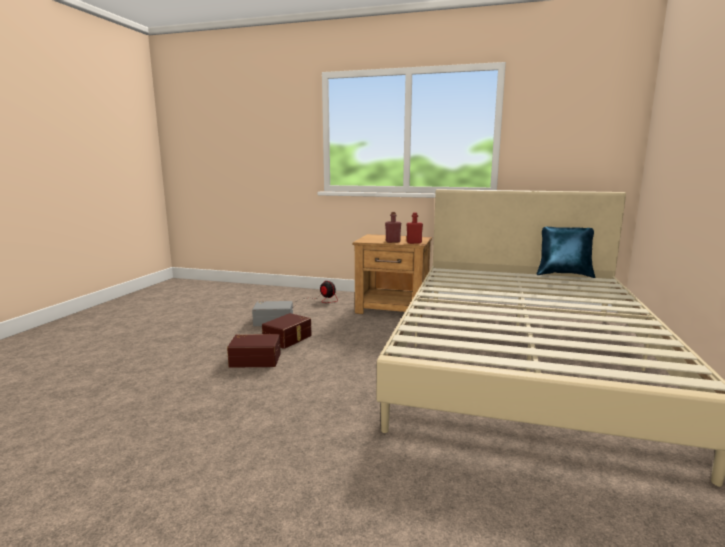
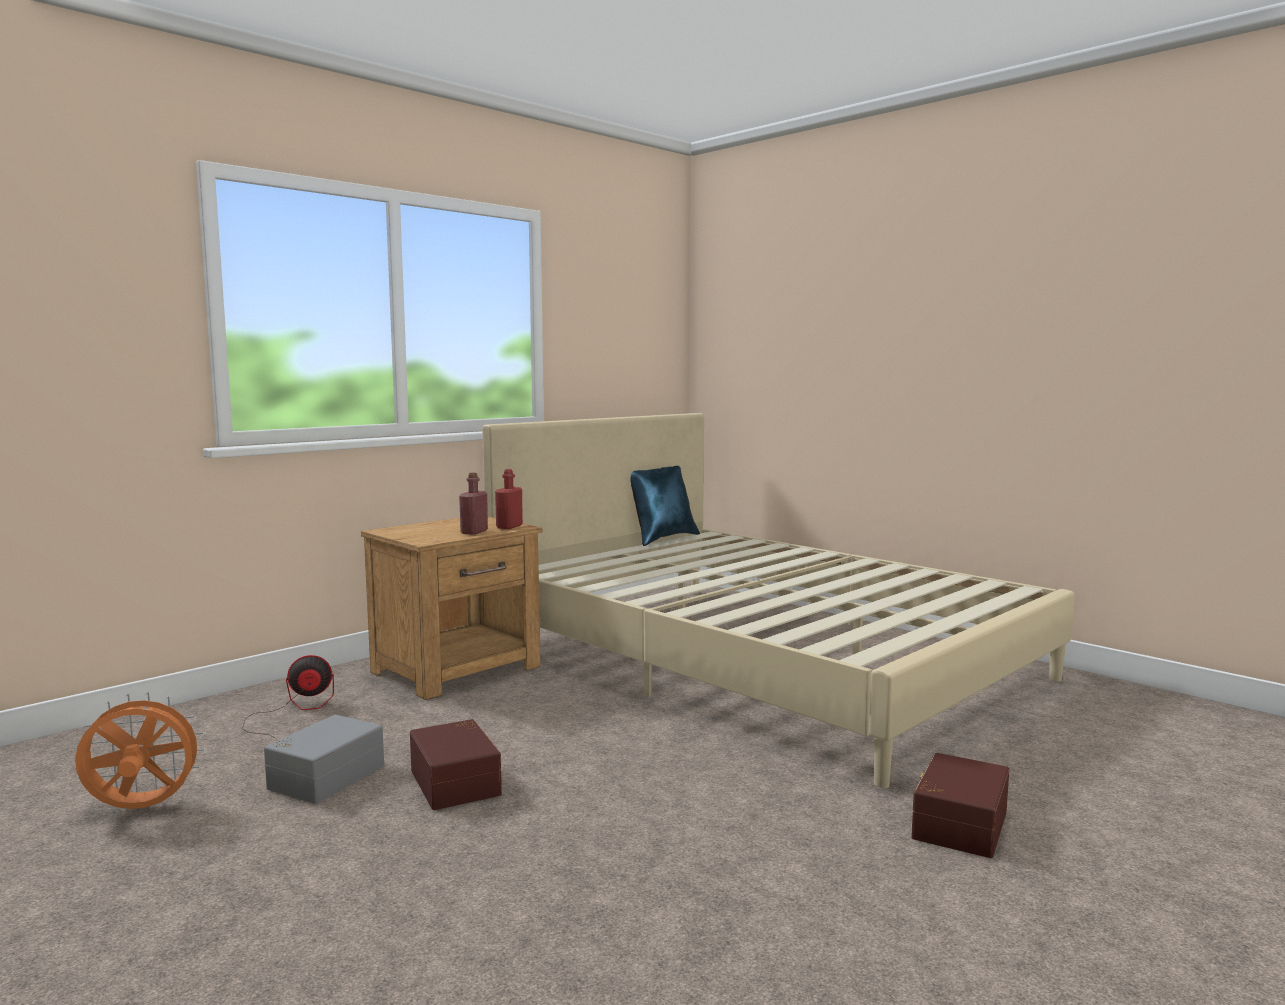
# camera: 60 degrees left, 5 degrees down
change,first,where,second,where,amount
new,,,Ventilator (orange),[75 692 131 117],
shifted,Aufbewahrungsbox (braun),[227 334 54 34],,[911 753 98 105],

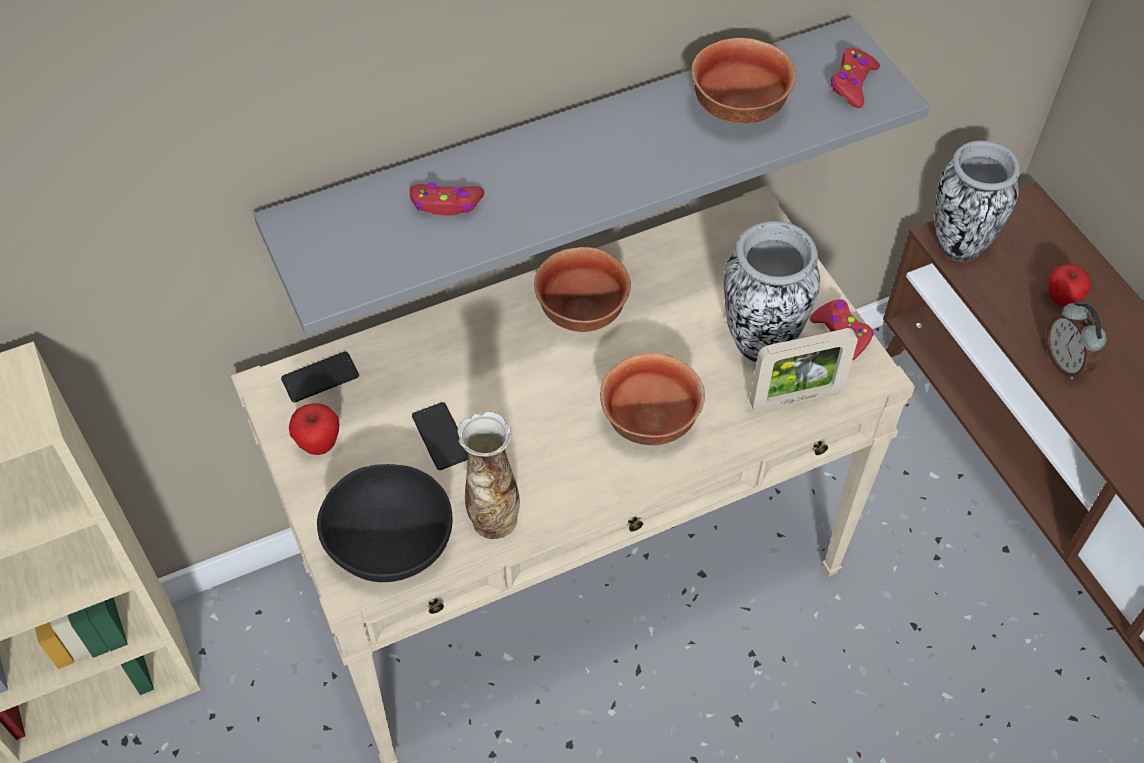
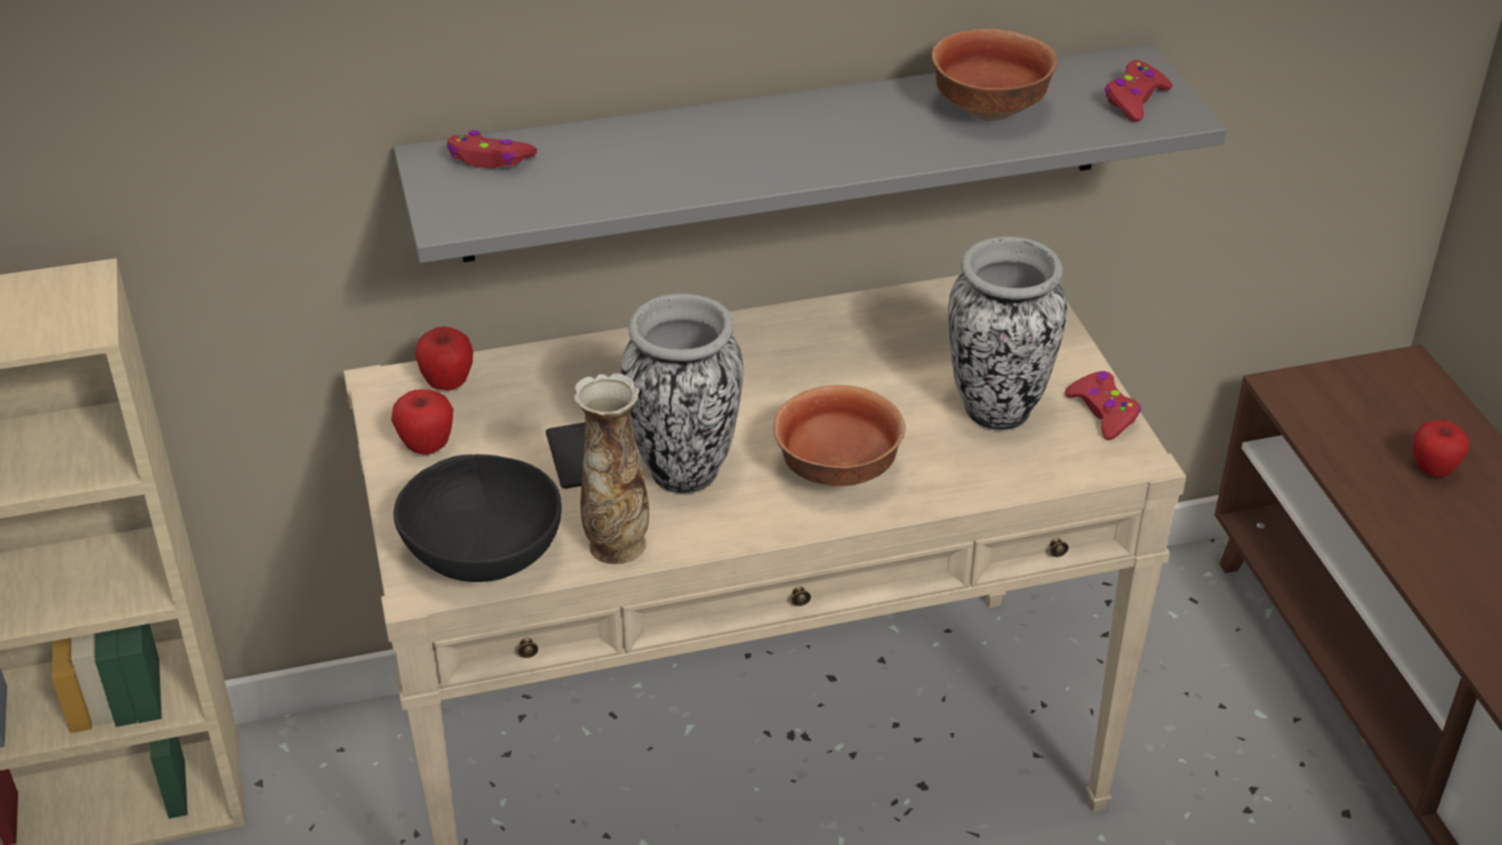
# camera: 10 degrees right, 15 degrees down
change,first,where,second,where,amount
gone,Schüssel,[534 247 97 85],,,
gone,Bilderrahmen,[750 328 108 83],,,
gone,Wecker,[1046 301 61 79],,,
shifted,Gamepad (rot),[410 182 74 33],,[447 130 90 39],
shifted,Vase,[935 140 86 122],,[621 294 123 200],
swapped,Handy,[281 352 78 51],Apfel,[415 327 58 63],

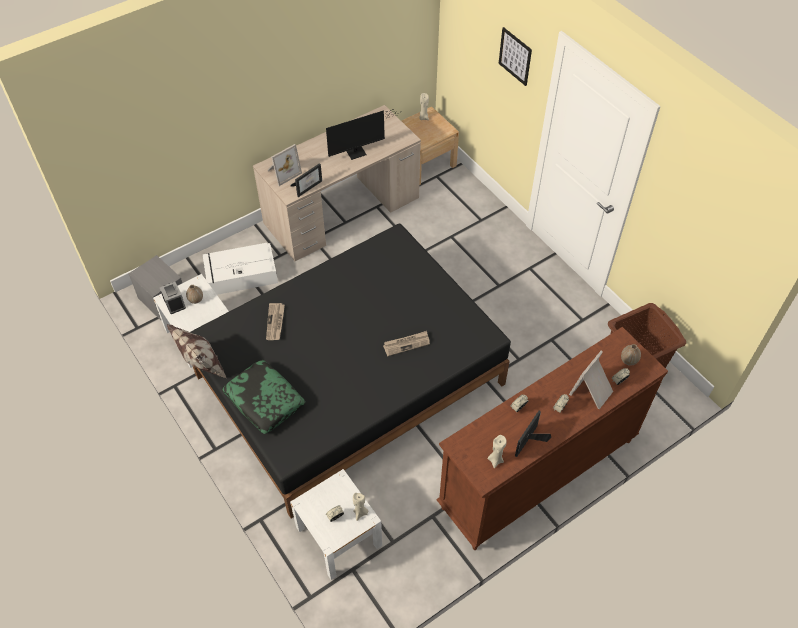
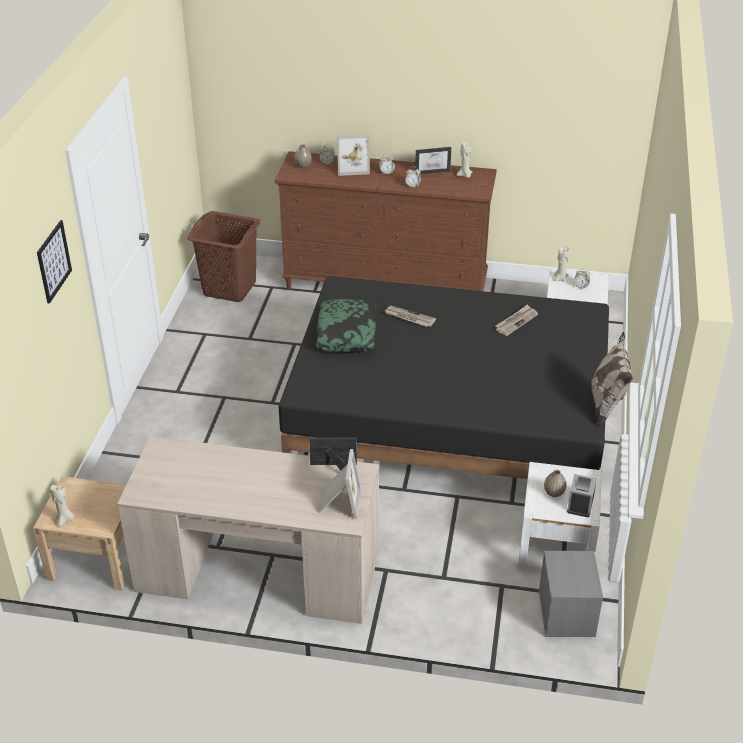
# camera: 135 degrees left, 15 degrees down
change,first,where,second,where,amount
gone,Aufbewahrungsbox (weiß),[202 243 76 52],,,
gone,Monitor,[326 109 76 51],,,
shifted,Kissen,[222 360 83 74],,[316 299 60 54],
shifted,Zeitung,[266 303 19 37],,[495 305 43 31],
rotated,Bilderrahmen,[267 144 35 42],,[318 449 43 70],90 degrees clockwise

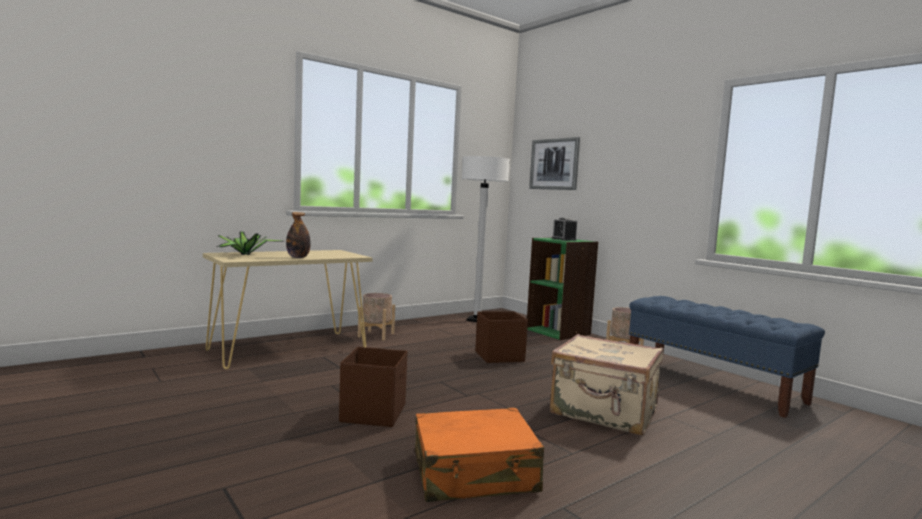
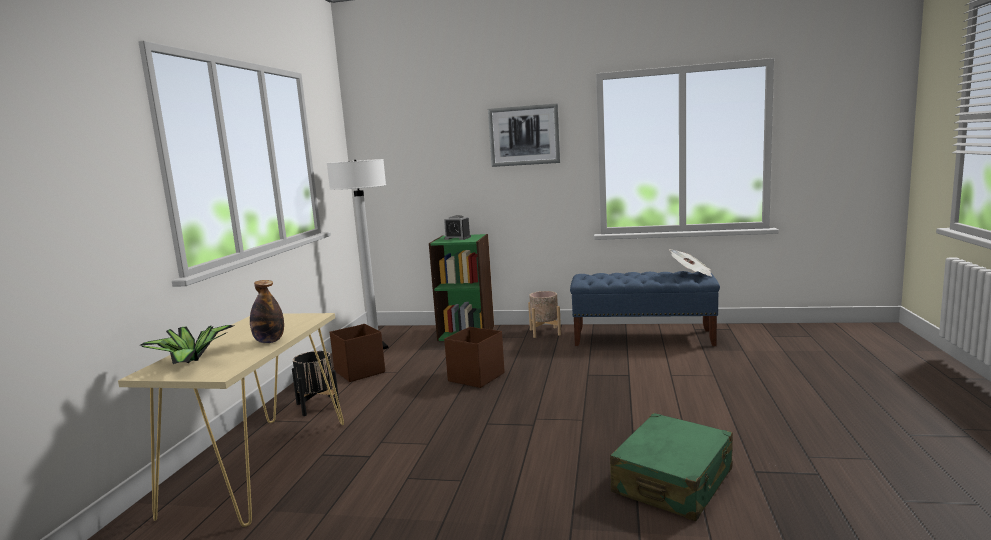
# camera: 40 degrees left, 5 degrees up
change,first,where,second,where,amount
gone,Koffer (beige),[550 334 113 102],,,
new,,,Zeitung,[669 249 43 28],
shifted,Aufbewahrungsbox (braun),[339 347 69 80],,[330 324 55 58],
shifted,Bild,[529 137 51 53],,[488 103 72 64],
repainted,Pflanzkübel (beige),[358 293 37 47],Pflanzkübel (schwarz),[292 351 47 65],
repainted,Koffer (orange),[415 408 129 94],Koffer (grün),[610 413 123 108],

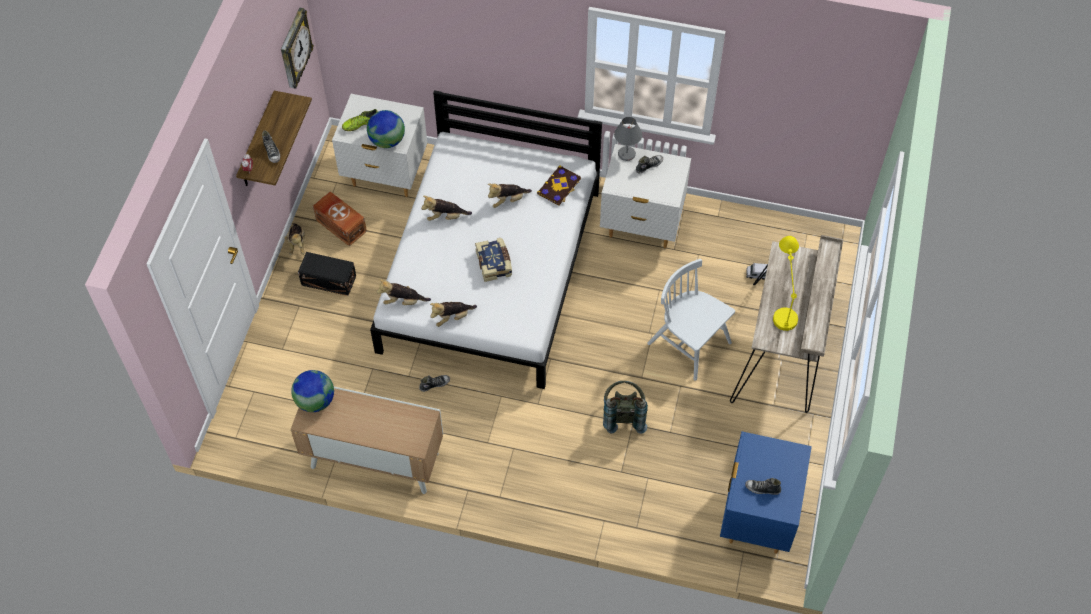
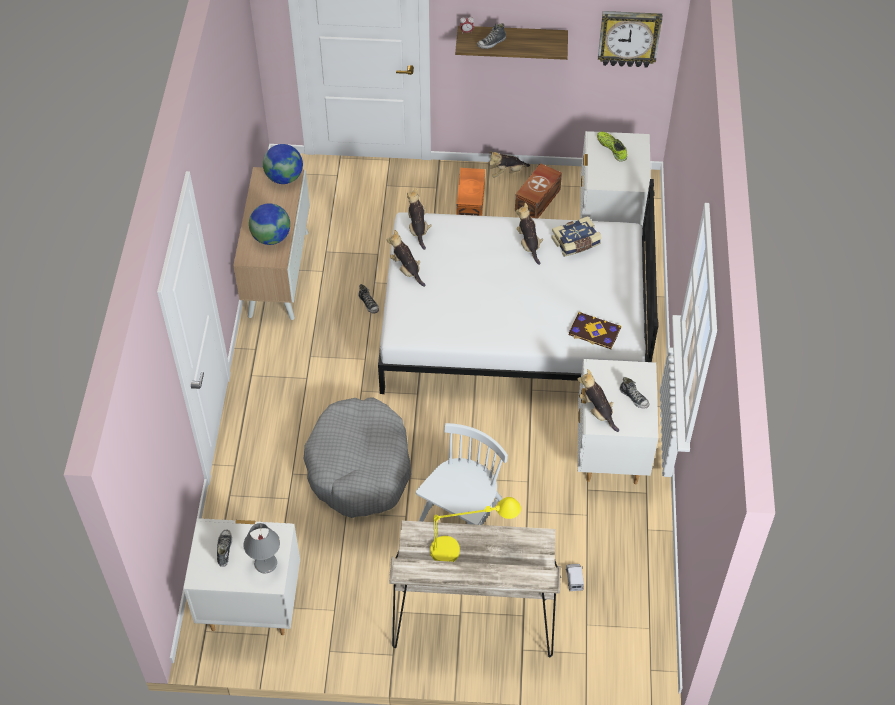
# camera: 80 degrees right, 5 degrees down
change,first,where,second,where,amount
shifted,Globus,[367 110 38 38],,[249 203 41 42],
shifted,Buch,[475 238 37 44],,[551 216 51 41],
shifted,Plüschtier,[488 184 44 24],,[577 369 42 63],
shifted,Tischlampe (grau),[614 117 28 44],,[243 523 37 51],
swapped,Rucksack (grau),[603 381 45 53],Hundebett (grau),[304 397 107 121],
repainted,Aufbewahrungsbox (schwarz),[298 252 58 44],Aufbewahrungsbox (orange),[456 168 29 48],
repainted,Nachttisch (blau),[720 431 92 122],Nachttisch (weiß),[183 518 117 117],

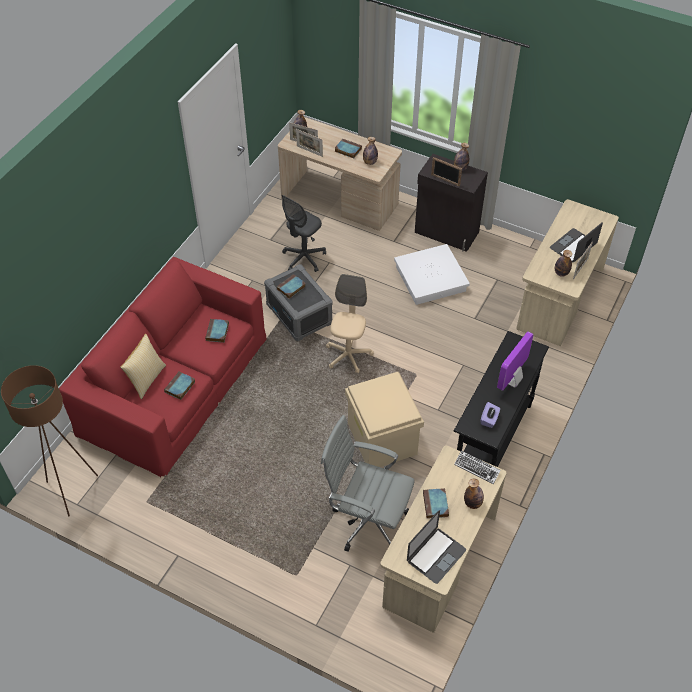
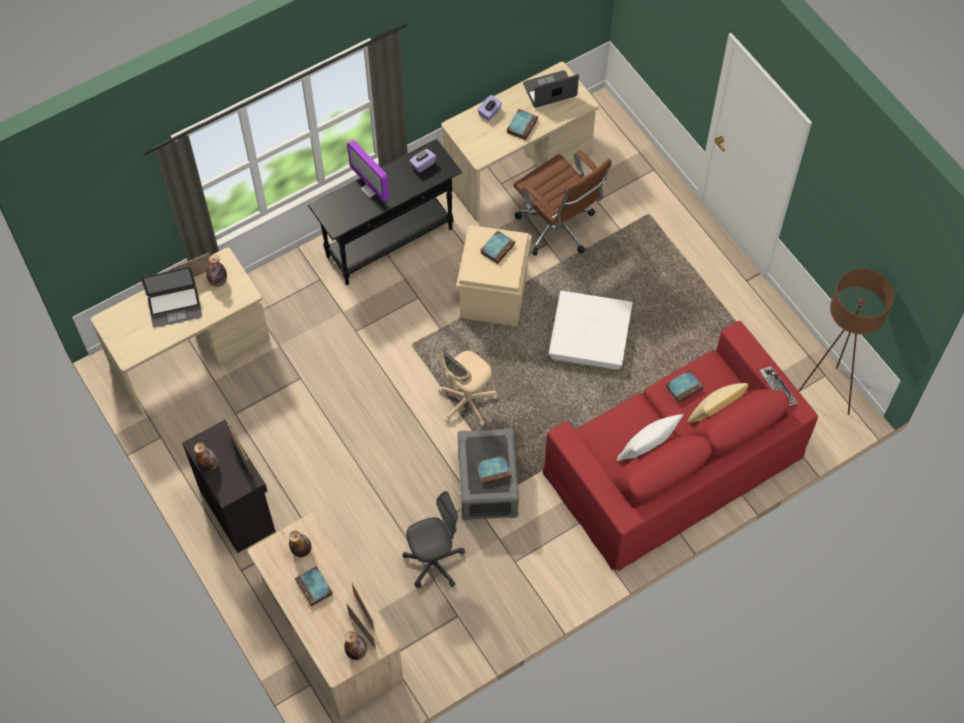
# camera: 150 degrees left, 10 degrees up
change,first,where,second,where,amount
new,,,Kissen (weiß),[617 415 66 46],
shifted,Buch,[205 319 24 24],,[481 230 34 34],
shifted,Aufbewahrungsbox (weiß),[394 244 76 61],,[549 291 83 79],
shifted,Tastatur,[454 451 47 33],,[759 366 39 40],
swapped,Flasche,[464 479 20 30],Taschentuchbox (lila),[478 95 24 26],
repainted,Bürostuhl (grau),[321 415 94 137],Bürostuhl (braun),[514 150 97 106],
rotated,Monitor,[497 331 37 60],,[347 140 43 62],75 degrees clockwise

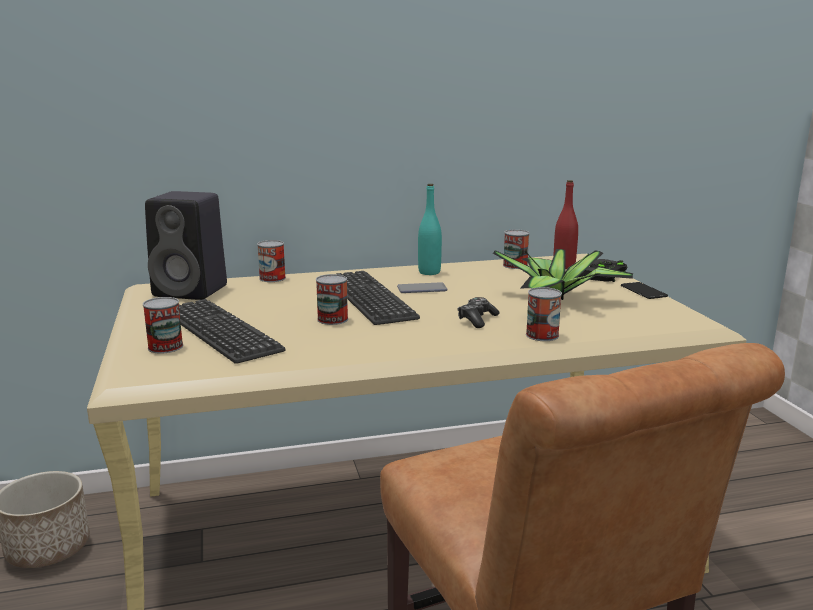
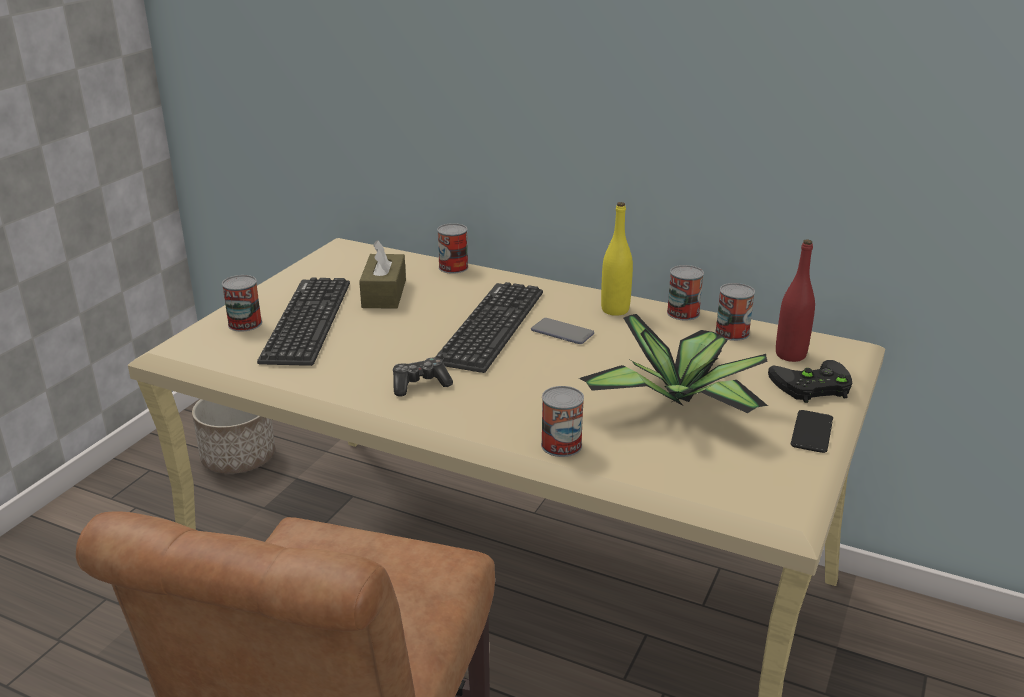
# camera: 40 degrees right, 10 degrees up
change,first,where,second,where,amount
gone,Lautsprecher (schwarz),[145 191 82 109],,,
new,,,Taschentuchbox (braun),[359 240 47 69],
shifted,Dose,[316 274 32 51],,[667 265 37 56],
shifted,Gamepad,[458 297 42 31],,[393 357 60 40],
repainted,Flasche (türkis),[418 184 24 91],Flasche (gelb),[601 202 32 114],

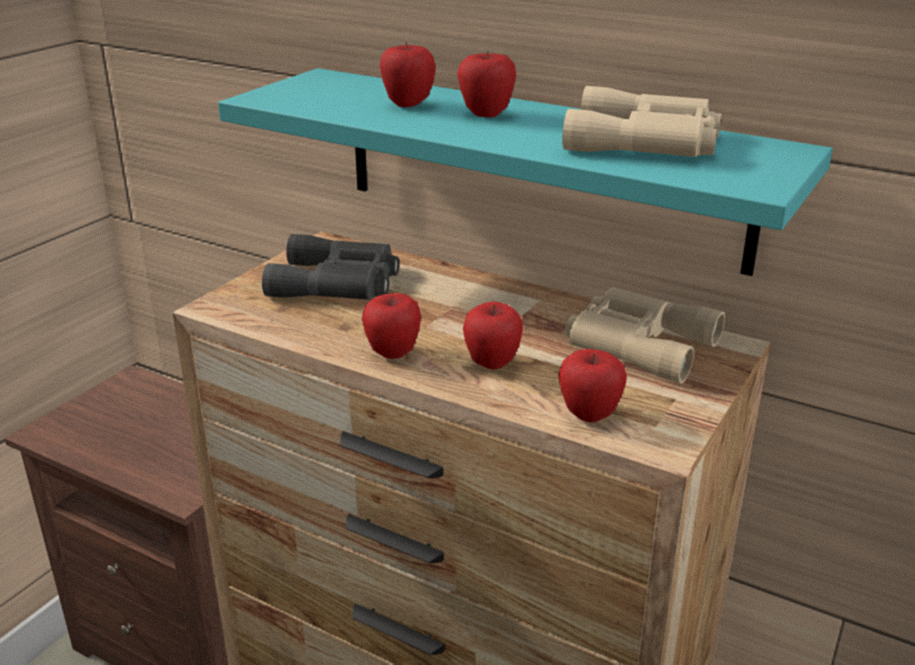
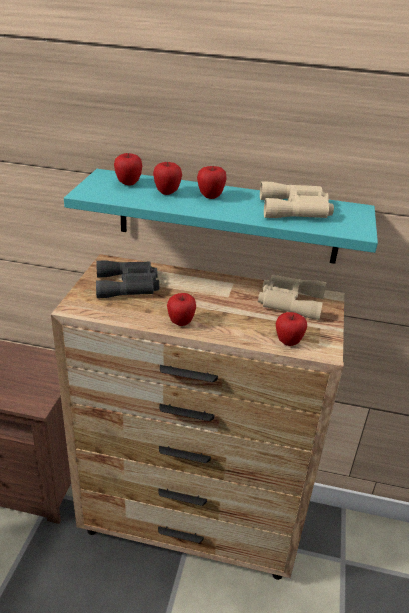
# camera: 20 degrees left, 5 degrees up
change,first,where,second,where,amount
shifted,Apfel,[463 301 60 68],,[114 153 28 33],

